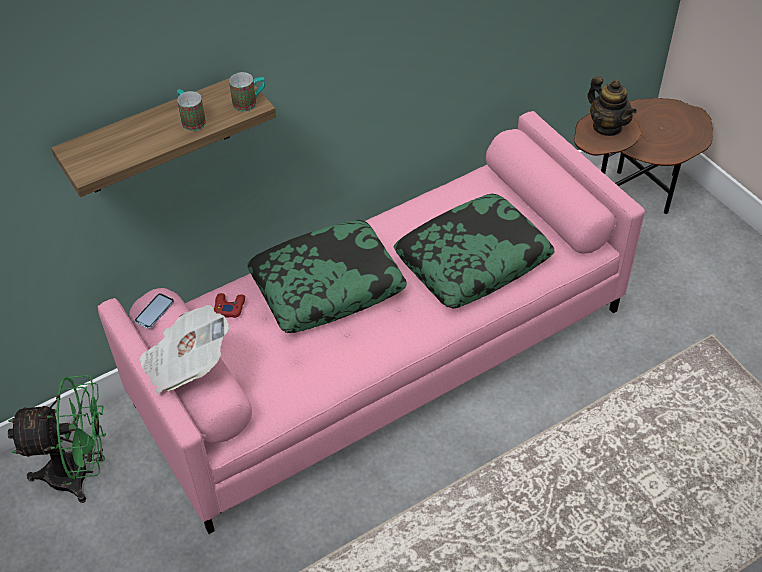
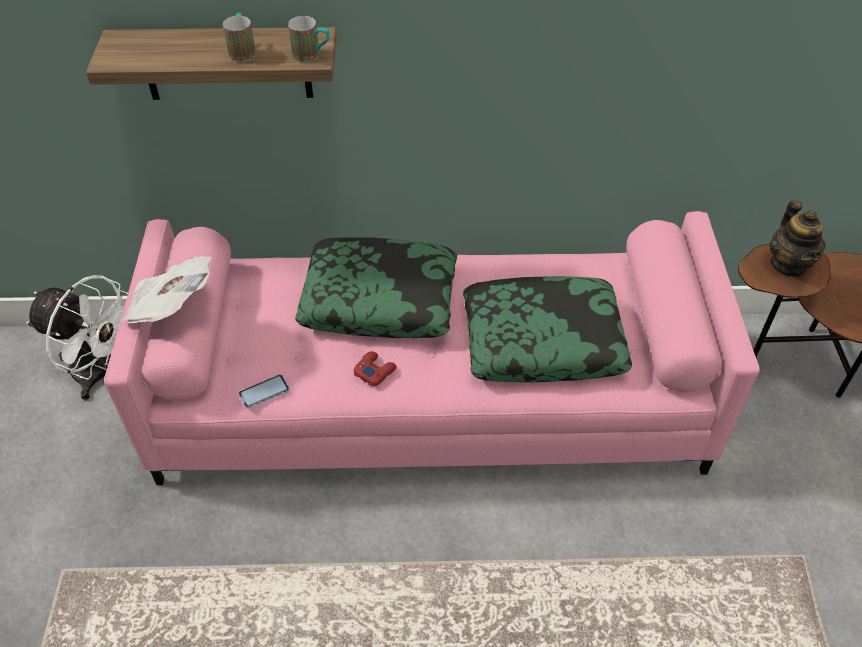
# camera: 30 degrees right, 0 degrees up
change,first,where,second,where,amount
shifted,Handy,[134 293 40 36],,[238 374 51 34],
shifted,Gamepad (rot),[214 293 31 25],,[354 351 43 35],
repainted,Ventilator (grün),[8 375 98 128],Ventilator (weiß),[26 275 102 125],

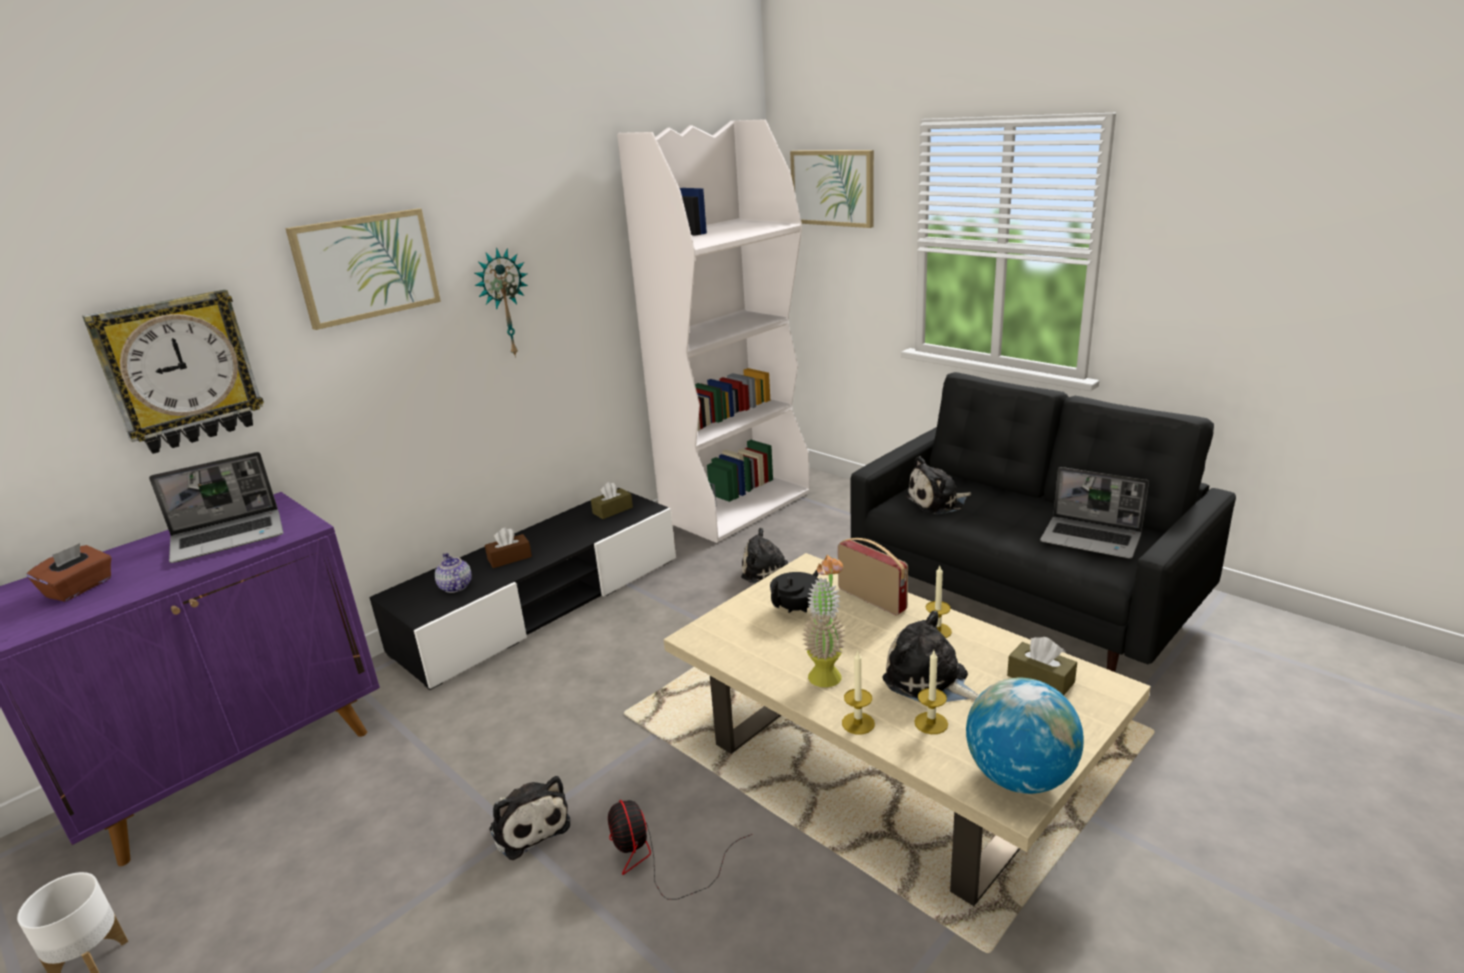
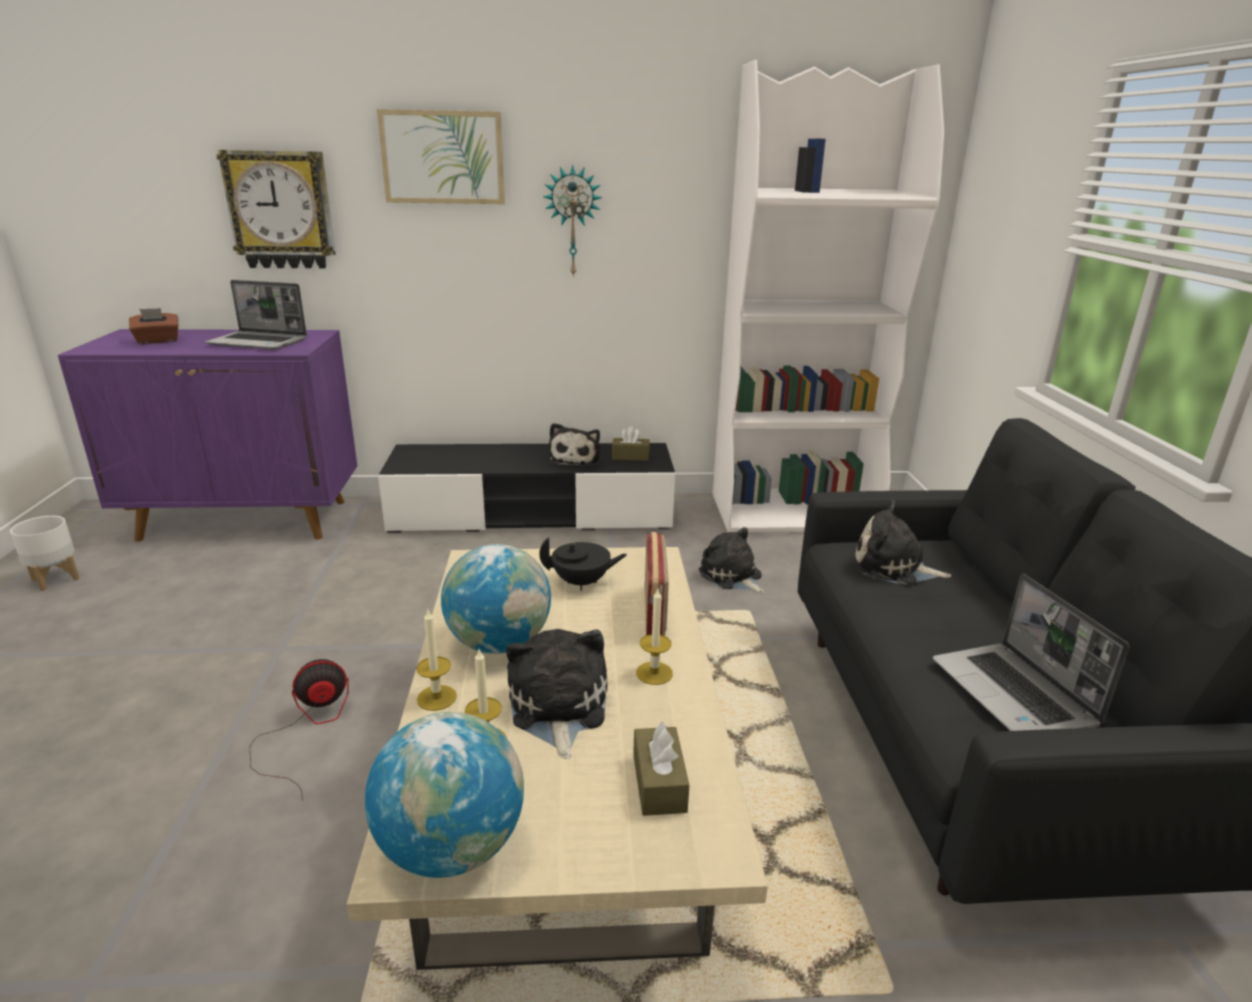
# camera: 40 degrees right, 0 degrees up
change,first,where,second,where,amount
gone,Teekanne,[435 553 37 40],,,
gone,Taschentuchbox (braun),[485 527 47 41],,,
gone,Bild,[790 150 84 78],,,
shifted,Plüschtier,[489 776 81 84],,[549 423 51 44],
swapped,Topfpflanze,[802 555 44 132],Globus,[441 544 110 110],
rotated,Ventilator,[608 800 144 99],,[250 659 99 142],45 degrees clockwise

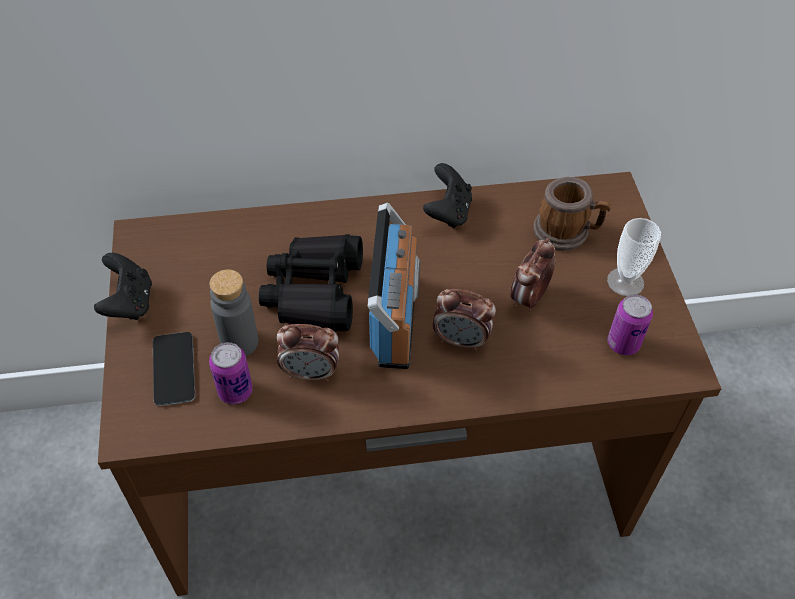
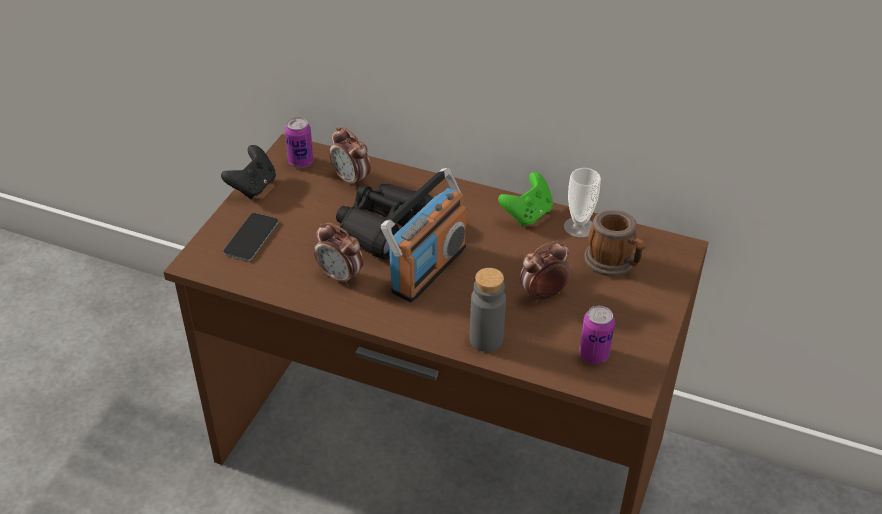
# camera: 30 degrees right, 10 degrees down
change,first,where,second,where,amount
shifted,Flasche (grau),[209 269 49 87],,[470 268 36 84],
shifted,Dose,[209 342 44 62],,[285 117 28 51],
shifted,Wecker,[433 289 63 62],,[329 127 42 62],
shifted,Tasse,[607 218 54 78],,[564 168 37 70],
repainted,Gamepad (schwarz),[423 163 49 65],Gamepad (grün),[498 172 55 55],

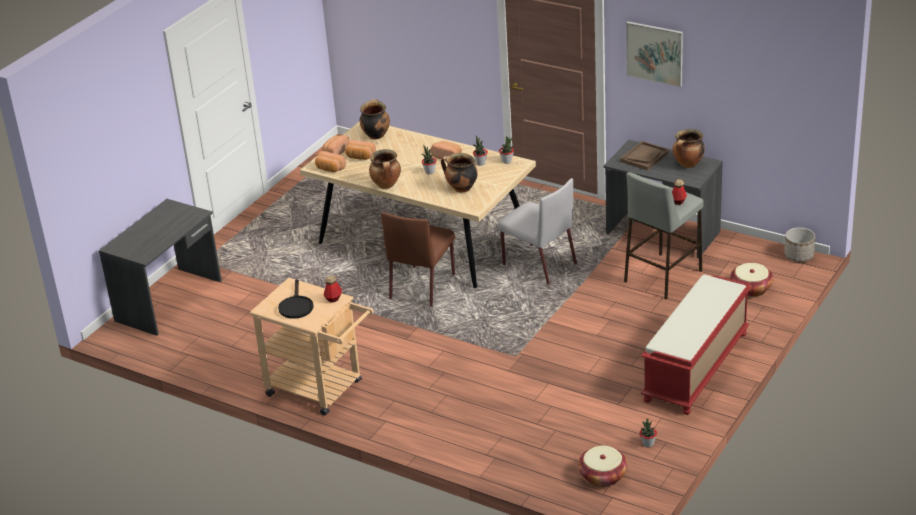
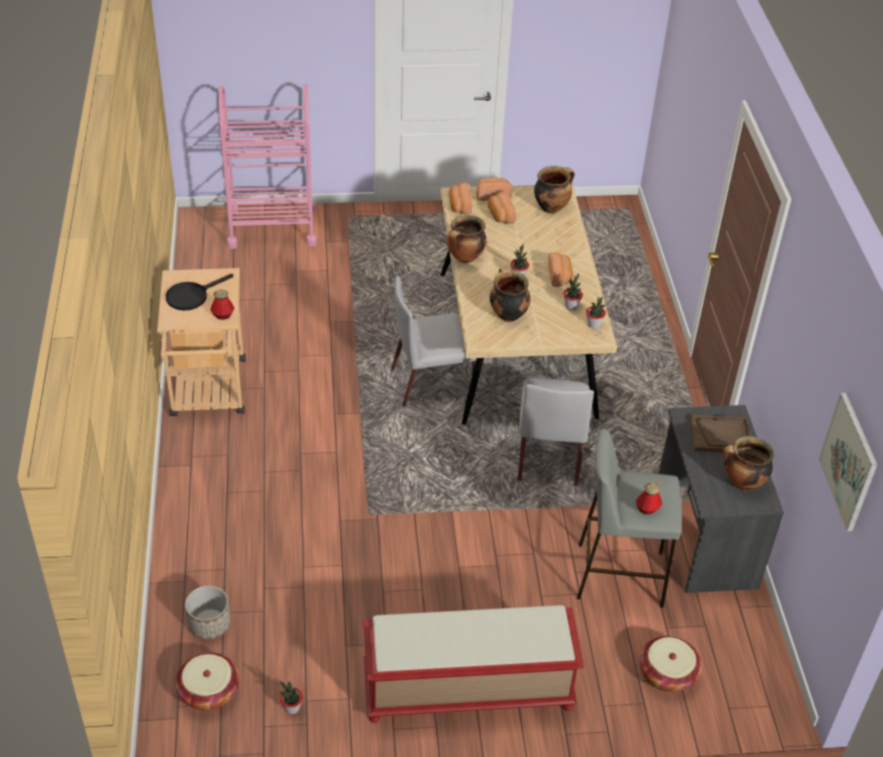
# camera: 50 degrees right, 10 degrees up
change,first,where,second,where,amount
shifted,Bild,[626 21 57 66],,[819 393 58 138],
shifted,Pflanzkübel,[784 228 31 34],,[185 586 46 54],
swapped,Schreibtisch (grau),[99 199 123 137],Rollwagen (rosa),[219 84 98 165],
repainted,Stuhl (braun),[381 212 74 95],Stuhl (grau),[391 276 86 131],

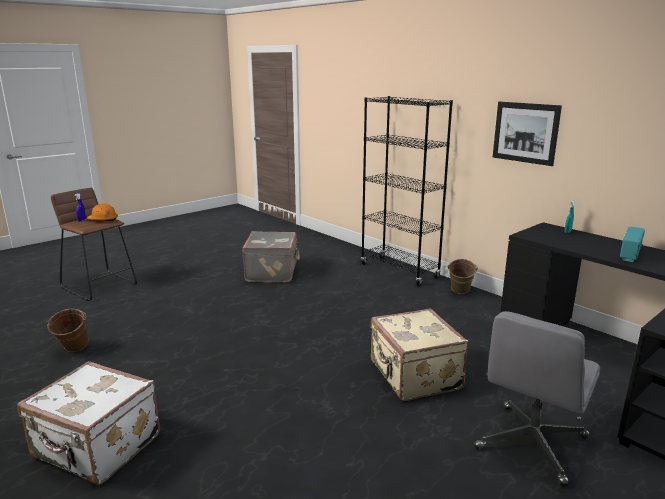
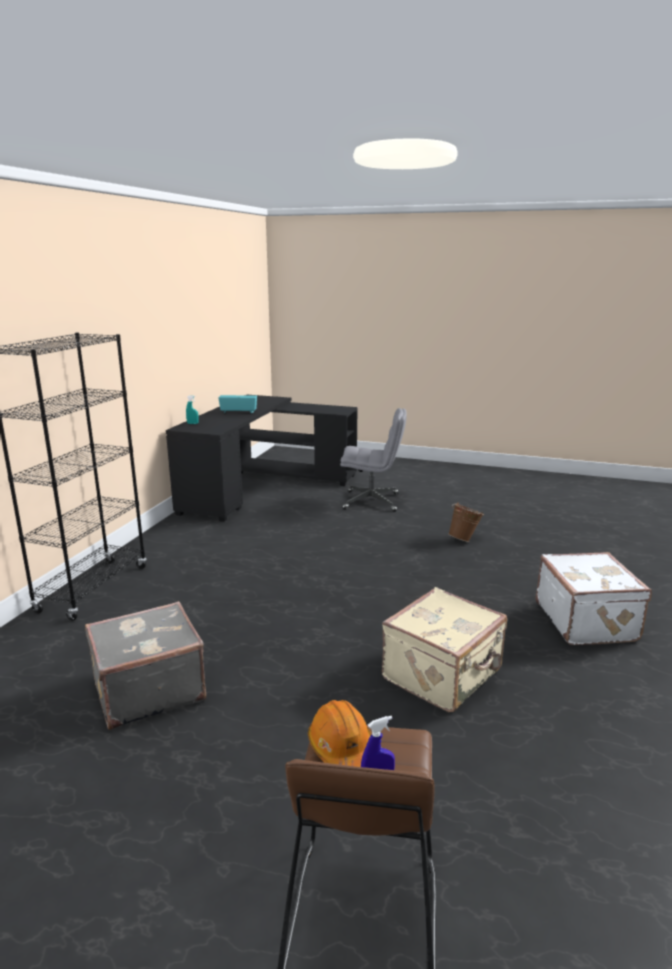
# camera: 120 degrees left, 0 degrees up
change,first,where,second,where,amount
gone,Eimer (grün),[448 259 30 35],,,
gone,Bild,[493 102 69 64],,,
shifted,Eimer (braun),[46 309 43 43],,[449 502 35 40],
shifted,Koffer (beige),[371 309 97 92],,[382 587 125 125],

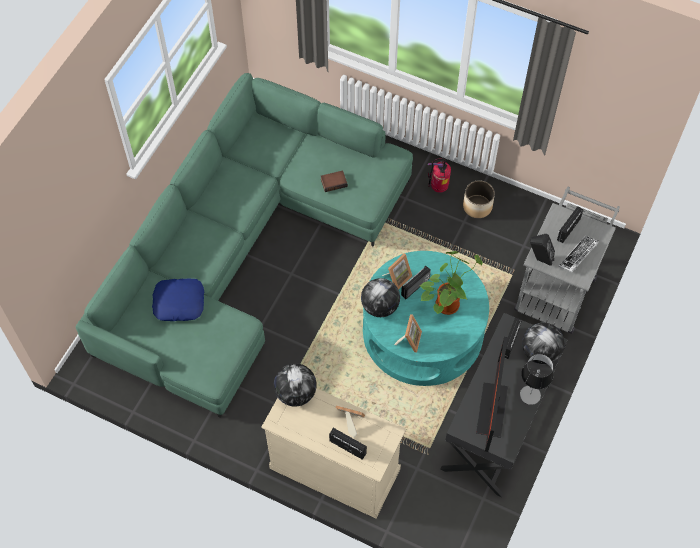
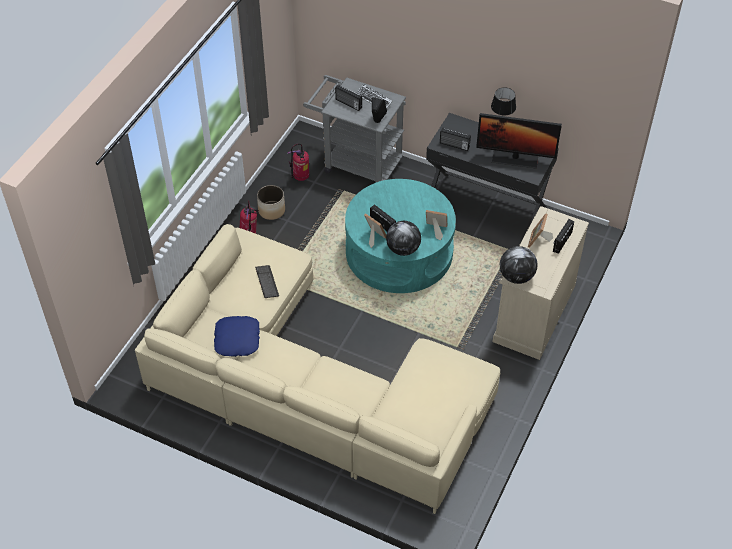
# camera: 90 degrees left, 10 degrees down
change,first,where,second,where,amount
gone,Topfpflanze,[420 251 63 64],,,
gone,Globus,[522 323 43 41],,,
new,,,Feuerlöscher,[287 144 22 37],
shifted,Kissen (blau),[152 278 52 43],,[214 316 46 41],
swapped,Buch,[321 170 27 22],Tastatur,[255 265 24 33],
repainted,Sofa (grün),[76 73 337 345],Sofa (beige),[135 224 365 290],

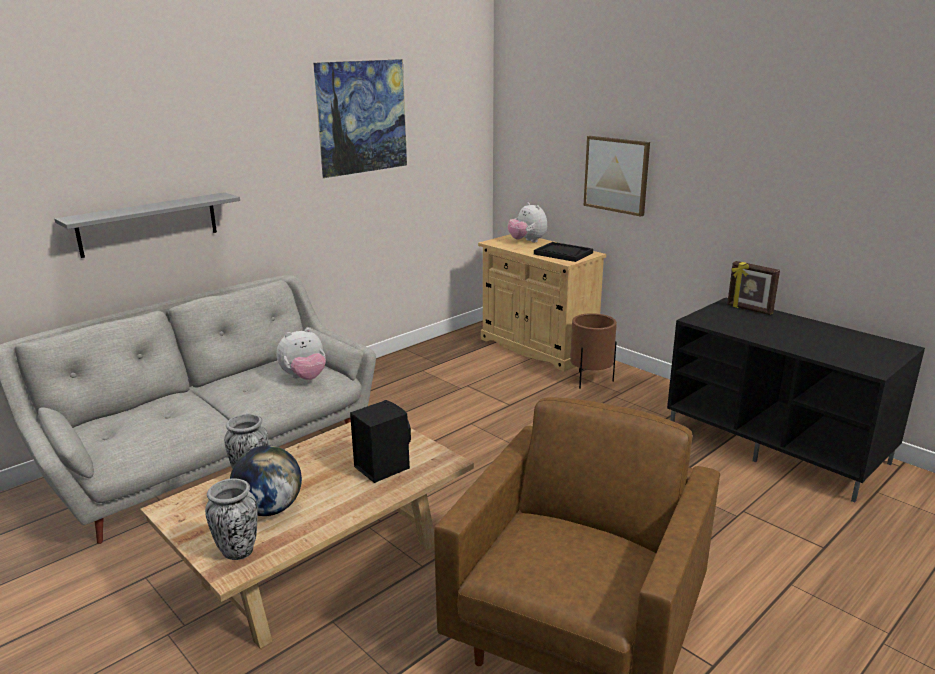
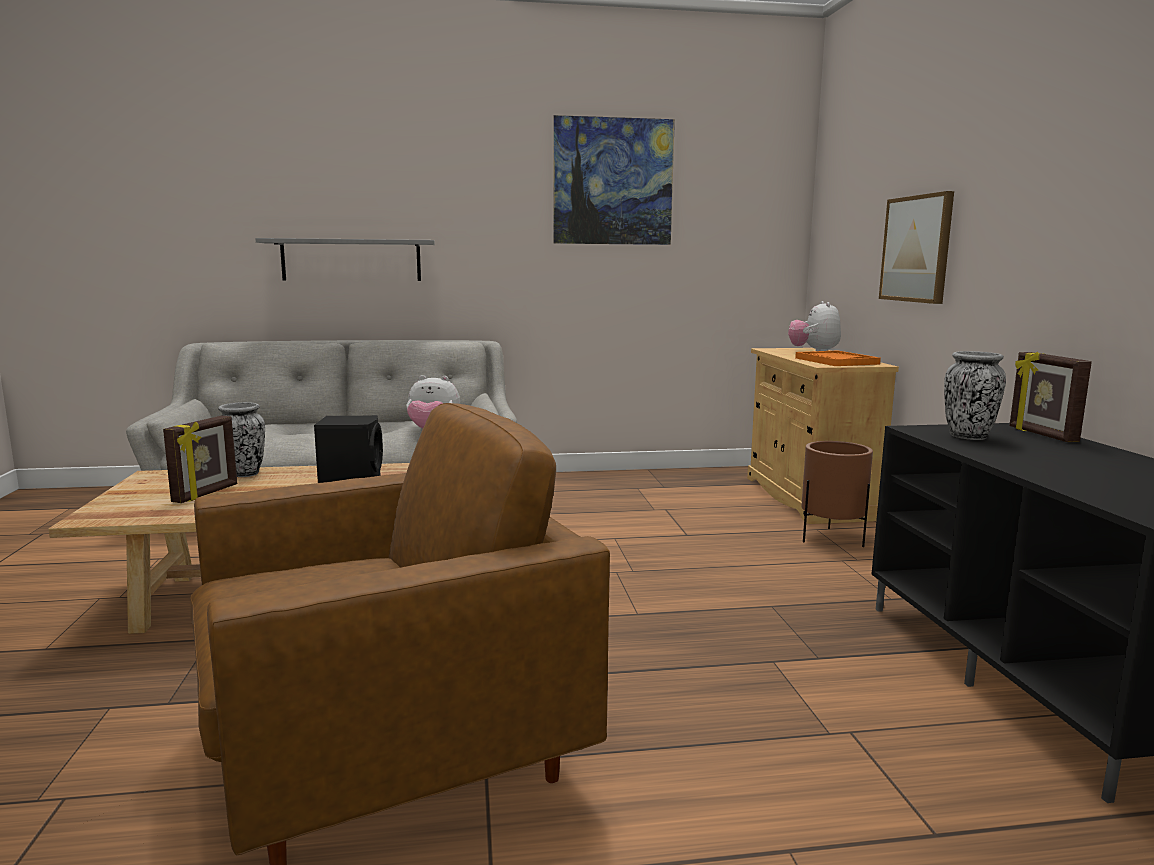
# camera: 35 degrees right, 10 degrees down
change,first,where,second,where,amount
shifted,Vase,[205 479 53 81],,[944 351 62 89],
swapped,Globus,[230 445 72 71],Bilderrahmen,[163 416 74 87],
repainted,Tablett (schwarz),[534 242 59 20],Tablett (orange),[795 350 86 16],

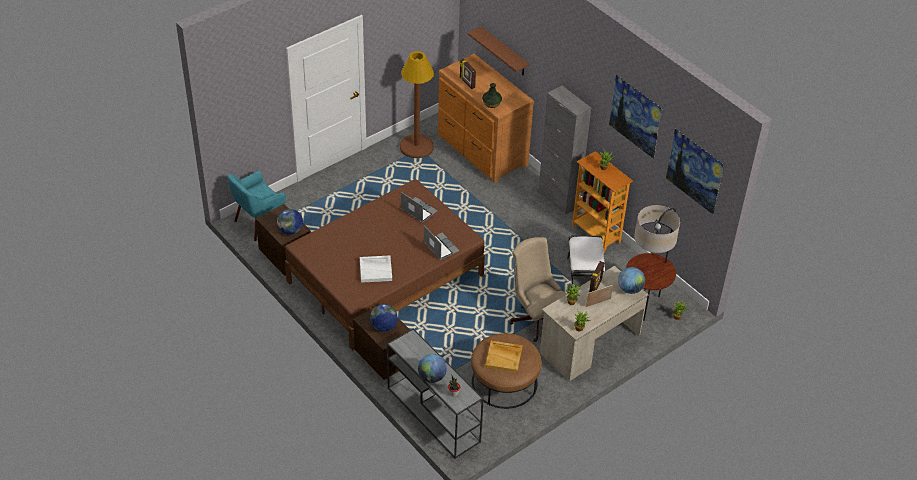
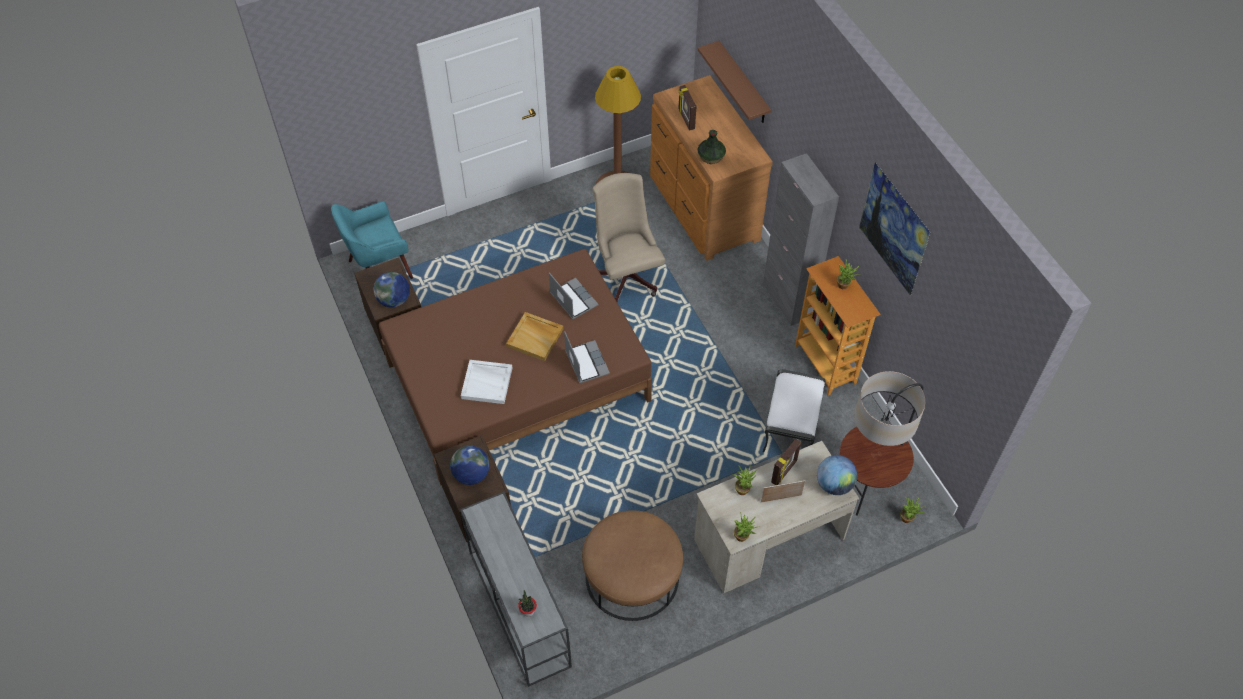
# camera: 15 degrees right, 10 degrees up
change,first,where,second,where,amount
gone,Globus,[418 354 29 29],,,
gone,Bild,[666 129 58 85],,,
shifted,Tablett (beige),[485 341 38 32],,[506 312 57 49],
shifted,Bürostuhl (beige),[509 237 58 105],,[593 173 72 129],

